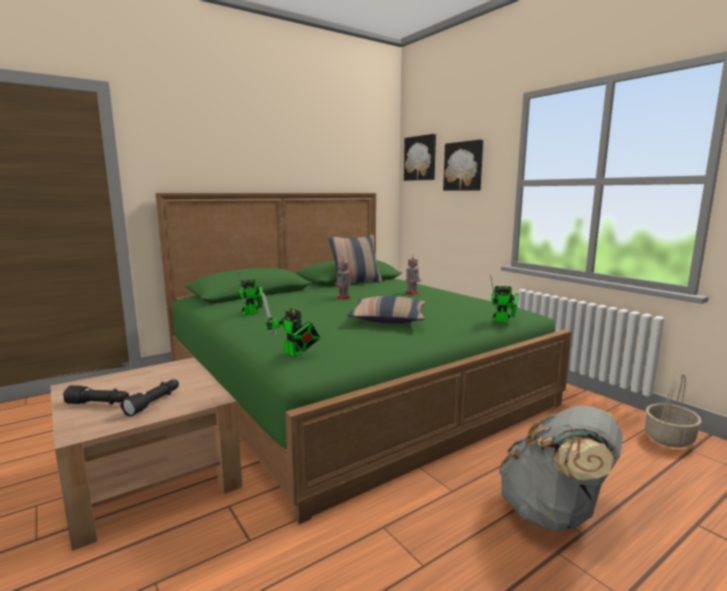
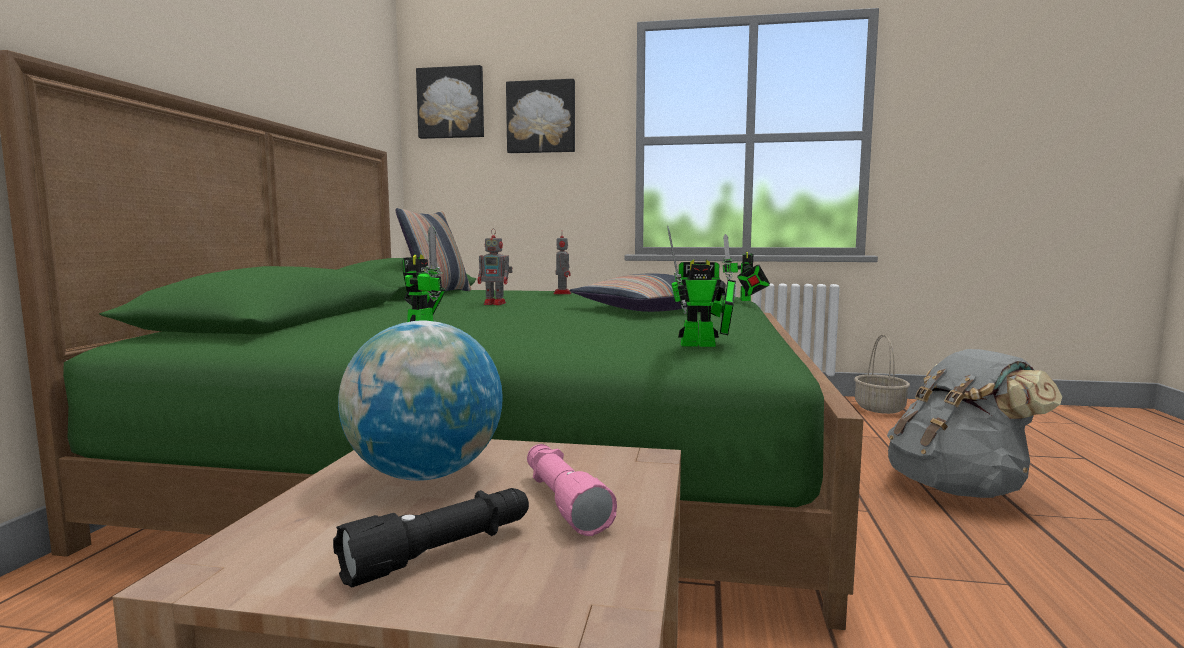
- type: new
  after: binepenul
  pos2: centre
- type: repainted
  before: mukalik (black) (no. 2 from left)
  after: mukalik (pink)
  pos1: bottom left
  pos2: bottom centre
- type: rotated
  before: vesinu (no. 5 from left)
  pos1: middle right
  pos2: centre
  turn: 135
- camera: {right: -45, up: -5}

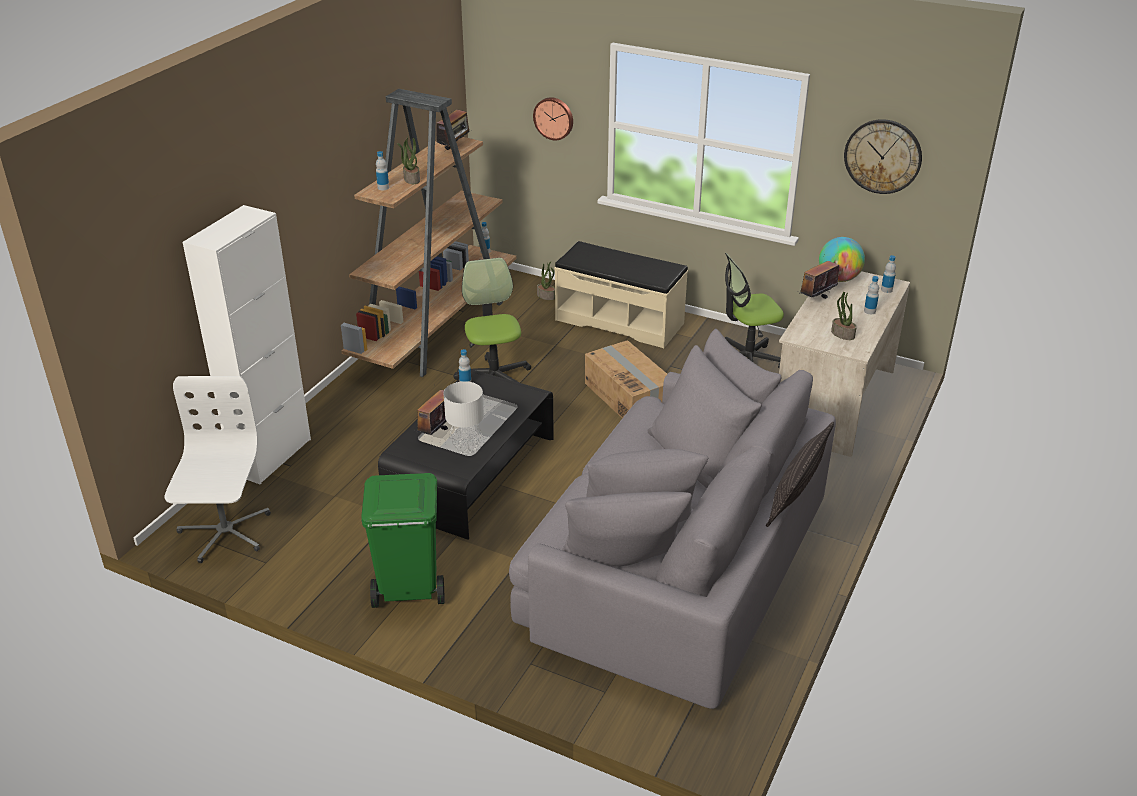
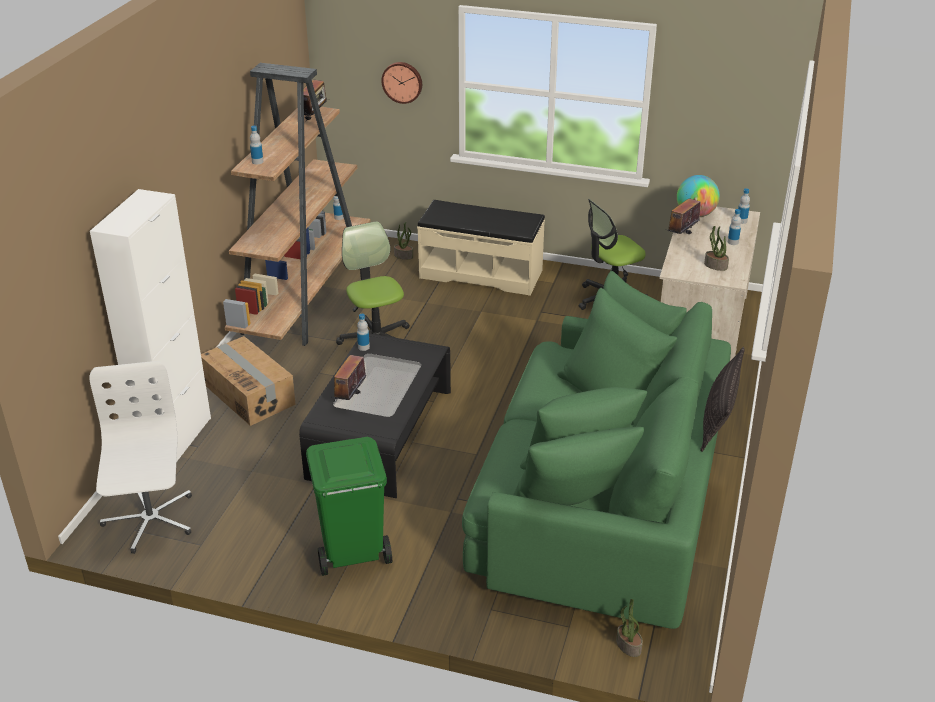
- type: gone
  before: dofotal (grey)
  pos1: centre
- type: gone
  before: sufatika (no. 2 from left)
  pos1: top right
- type: shifted
  before: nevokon (no. 1 from left in the first image)
  after: nevokon (no. 2 from left)
  pos1: top centre
  pos2: bottom right
- type: shifted
  before: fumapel
  pos1: centre
  pos2: middle left
- type: repainted
  before: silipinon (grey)
  after: silipinon (green)
  pos1: centre
  pos2: centre
- camera: {right: -10, up: 0}

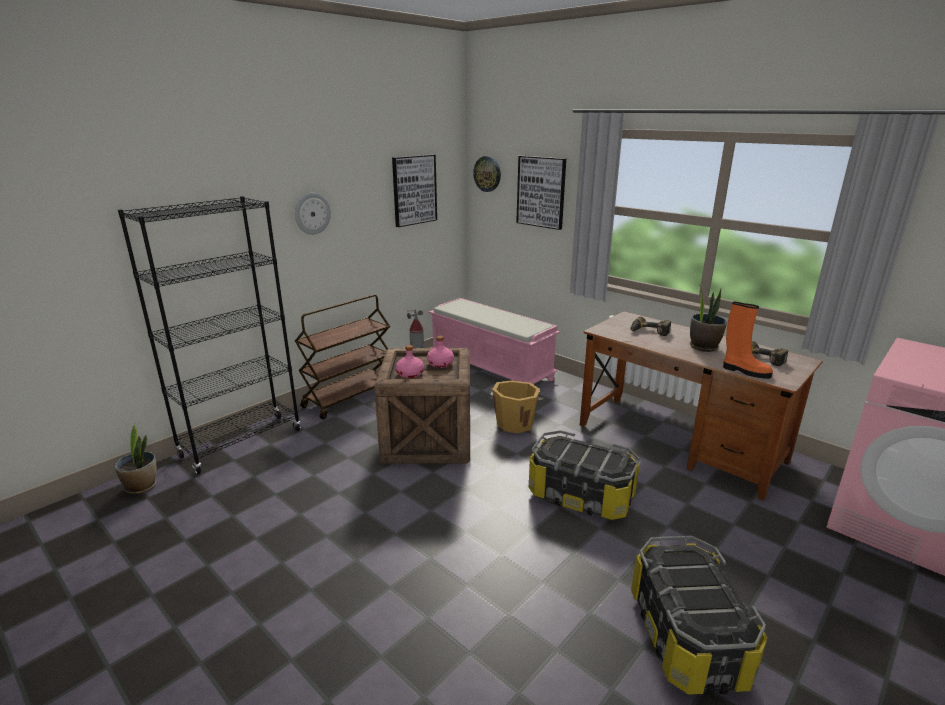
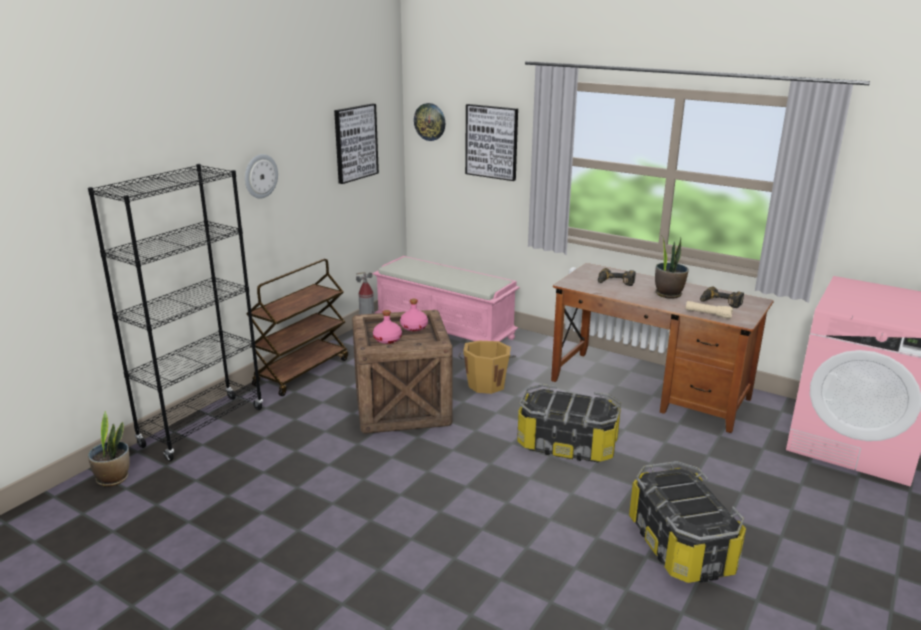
- type: swapped
  before: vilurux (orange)
  after: mukalik (beige)
  pos1: middle right
  pos2: middle right
- camera: {right: -10, up: 0}

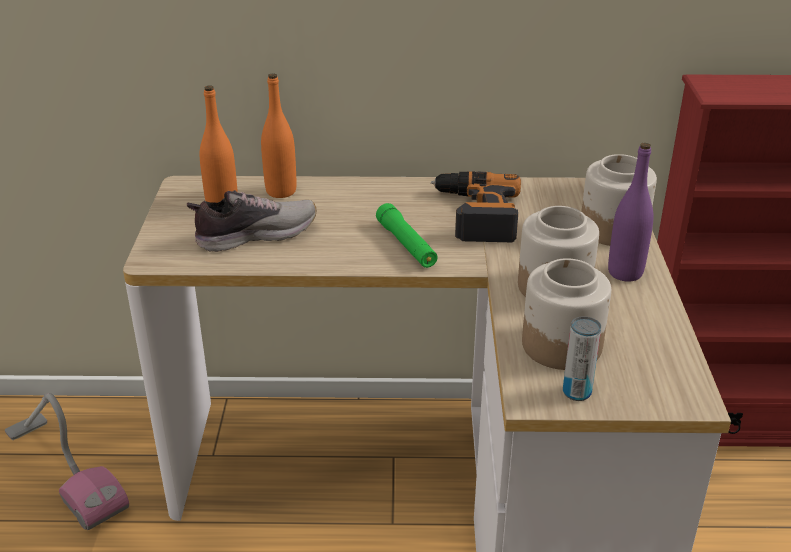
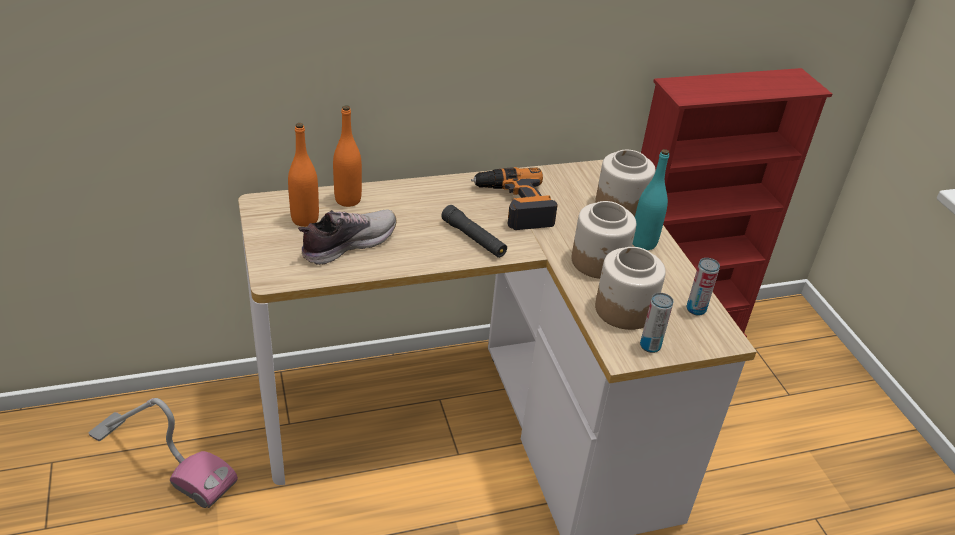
- type: new
  after: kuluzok (no. 2 from left)
  pos2: middle right
- type: repainted
  before: mukalik (green)
  after: mukalik (black)
  pos1: centre
  pos2: centre
- type: repainted
  before: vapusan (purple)
  after: vapusan (turquoise)
  pos1: middle right
  pos2: middle right
- camera: {right: -20, up: 5}

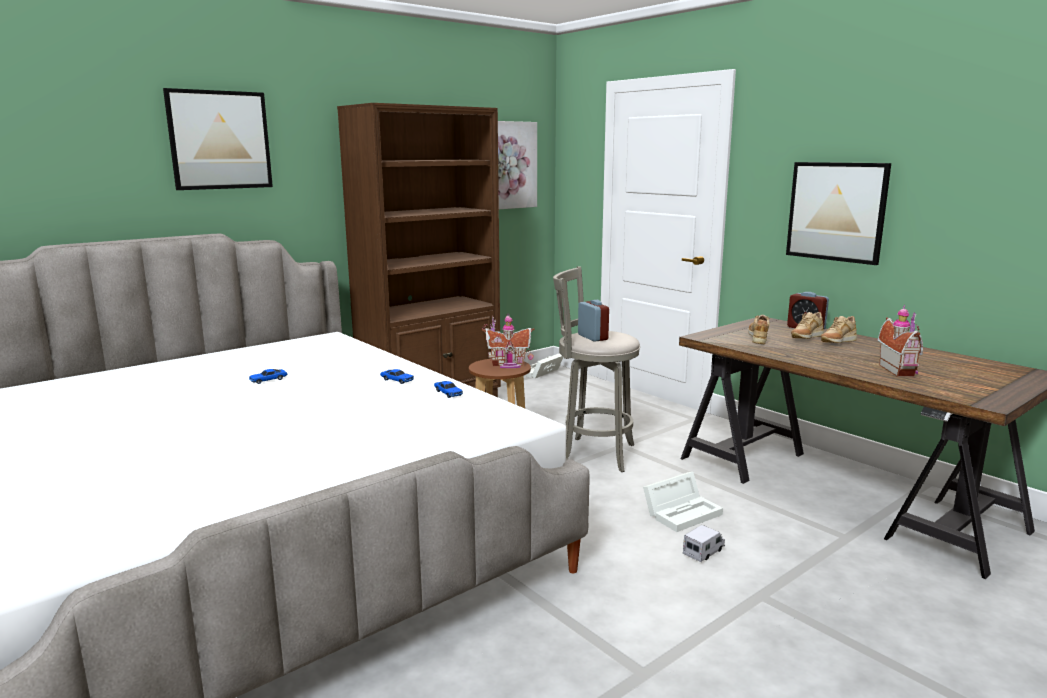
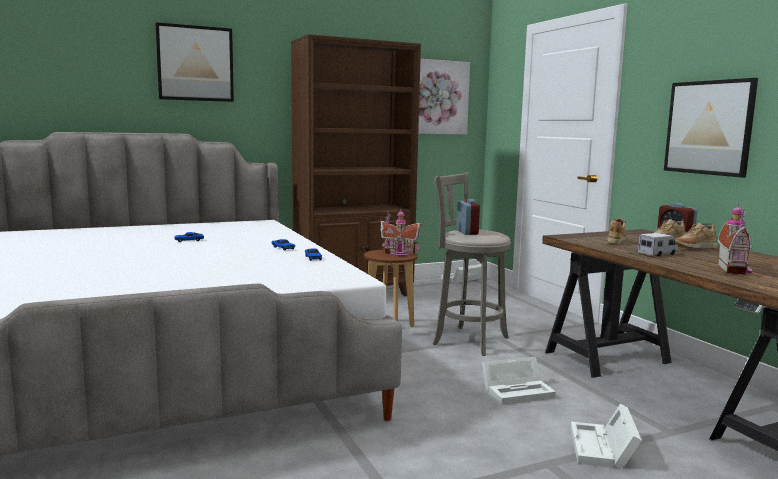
- type: new
  after: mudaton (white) (no. 3 from left)
  pos2: bottom right
- type: shifted
  before: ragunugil
  pos1: bottom right
  pos2: middle right
- camera: {right: 15, up: -5}

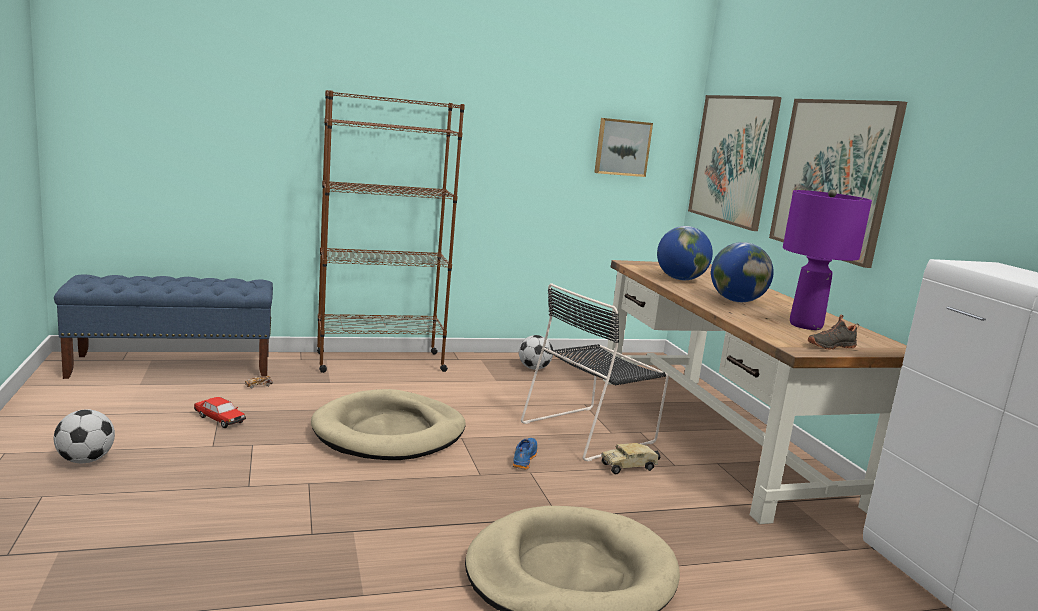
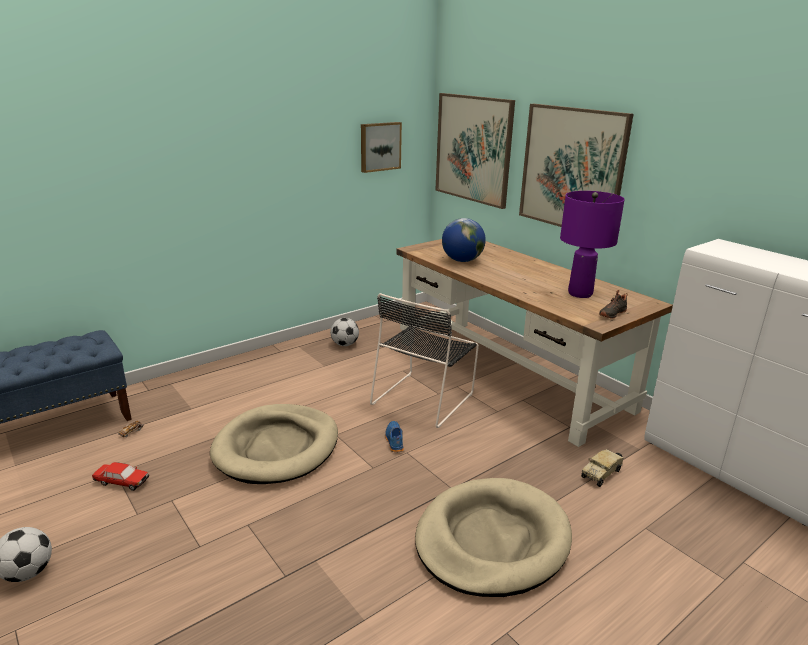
- type: gone
  before: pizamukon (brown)
  pos1: centre
- type: gone
  before: binepenul (no. 2 from left)
  pos1: middle right
- type: shifted
  before: ragunugil
  pos1: bottom centre
  pos2: bottom right
- camera: {right: -20, up: 10}

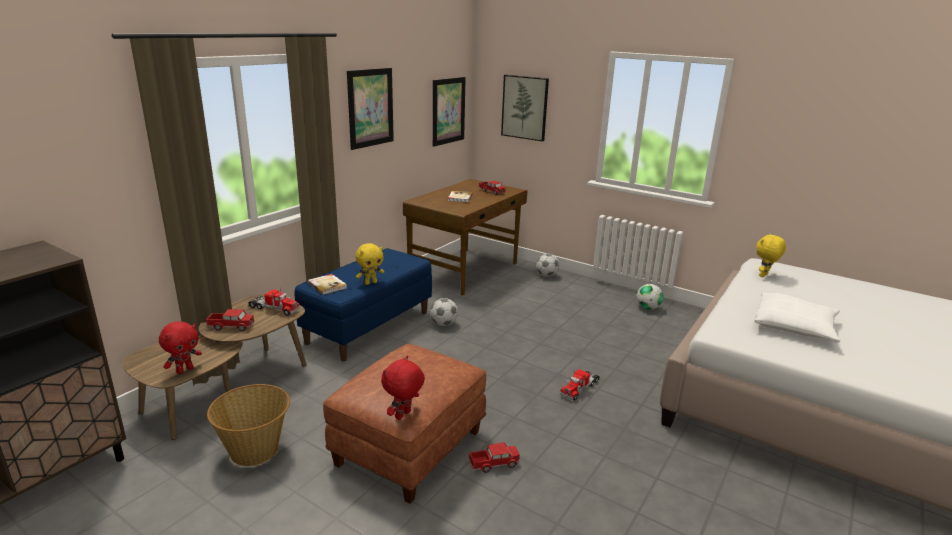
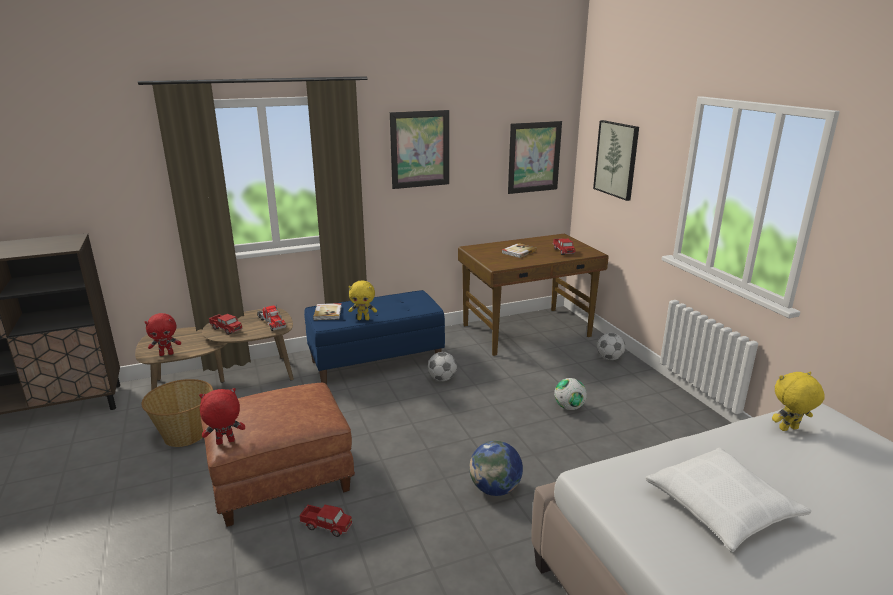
- type: shifted
  before: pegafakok (no. 3 from left in the first image)
  after: pegafakok (no. 2 from left)
  pos1: middle right
  pos2: centre
- type: swapped
  before: ragunugil (no. 5 from left)
  after: binepenul
  pos1: bottom centre
  pos2: bottom centre
- camera: {right: 35, up: 0}

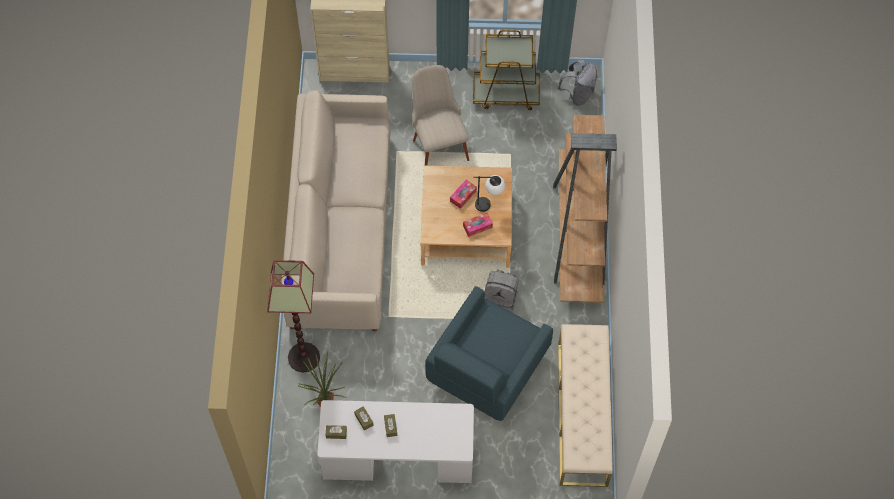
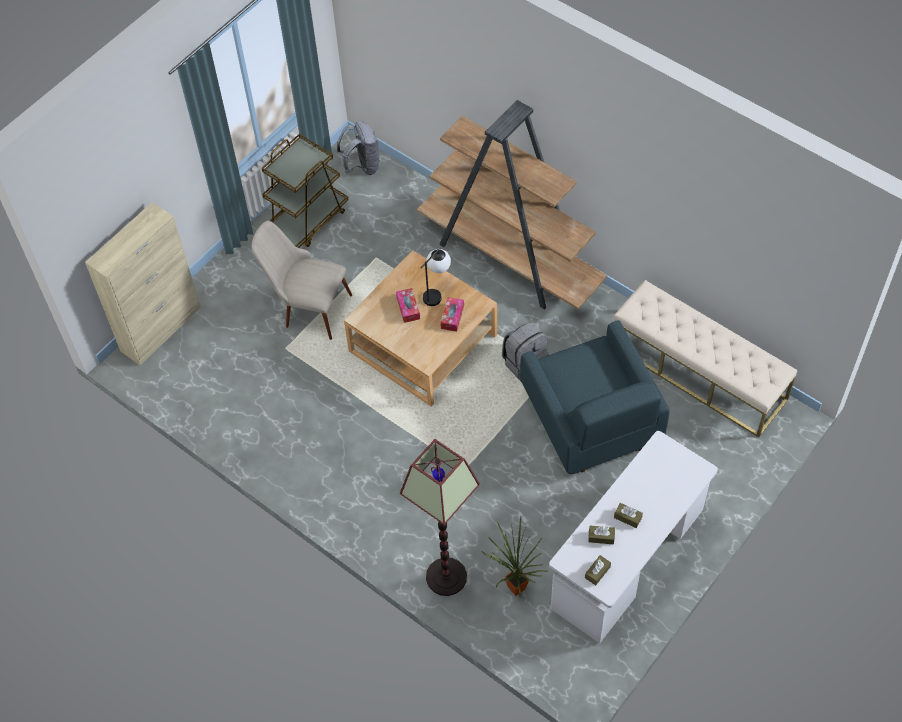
- type: gone
  before: silipinon (beige)
  pos1: centre
- camera: {right: -50, up: -5}

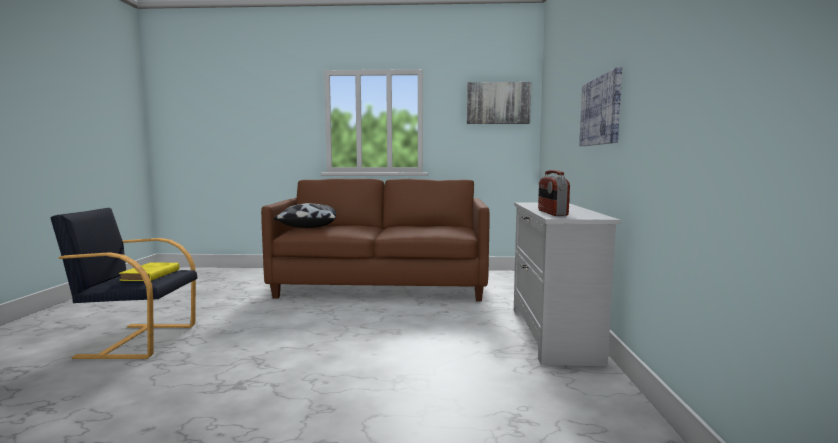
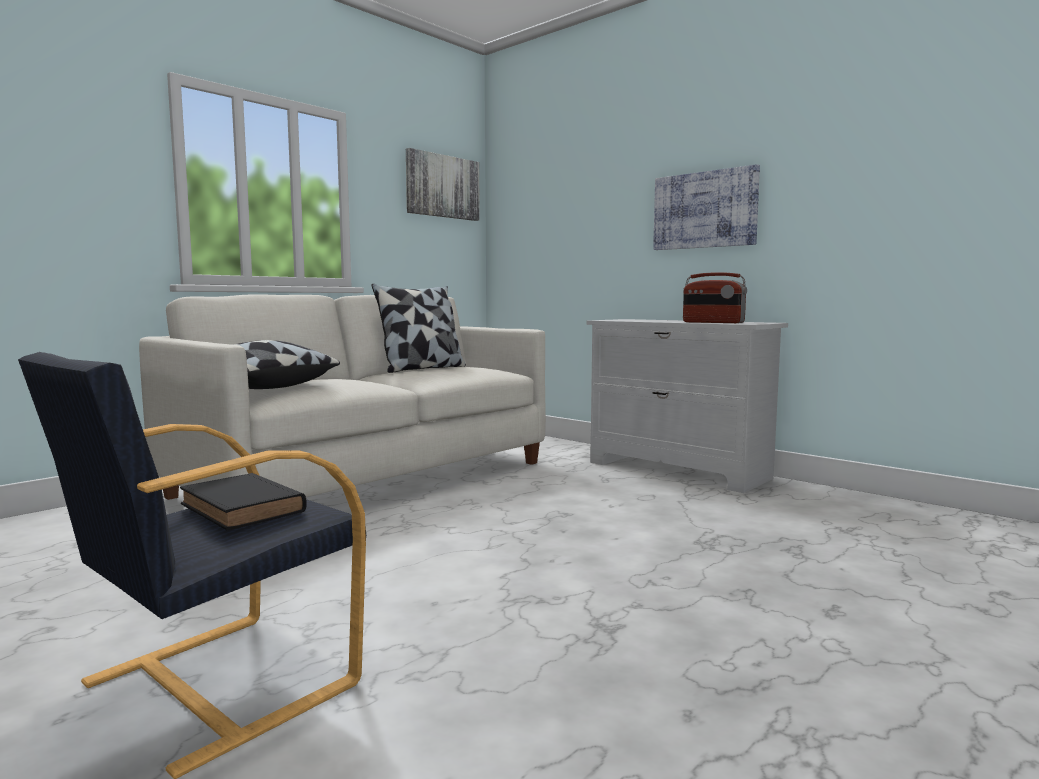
- type: new
  after: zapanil (no. 2 from left)
  pos2: centre
- type: repainted
  before: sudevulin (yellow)
  after: sudevulin (black)
  pos1: middle left
  pos2: middle left
- type: repainted
  before: silipinon (brown)
  after: silipinon (white)
  pos1: centre
  pos2: middle left
- camera: {right: -50, up: 0}

